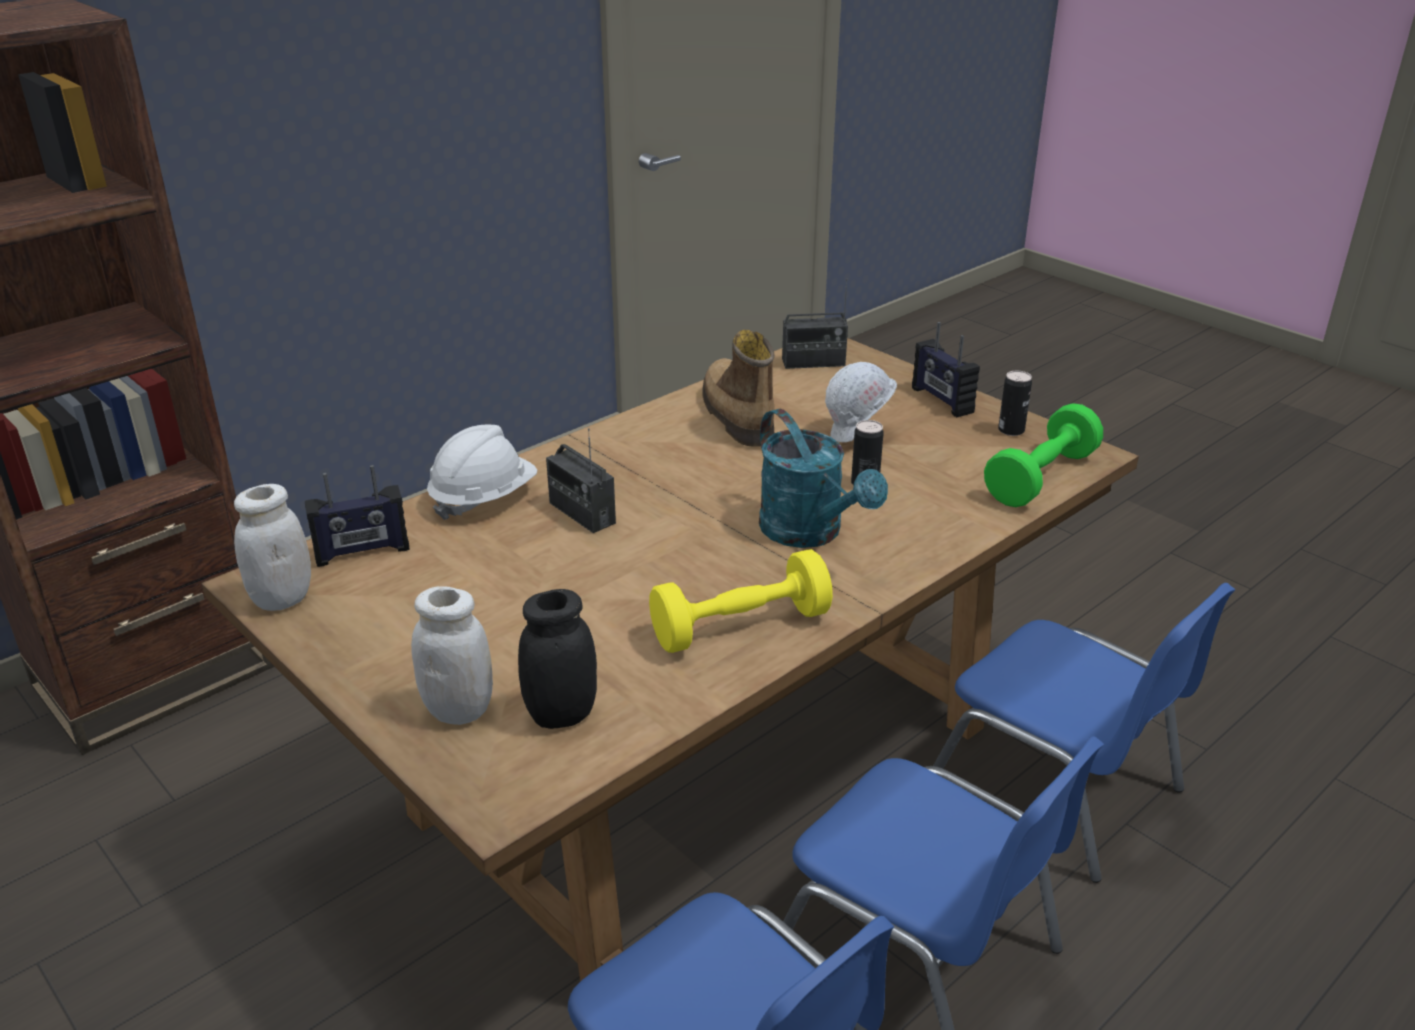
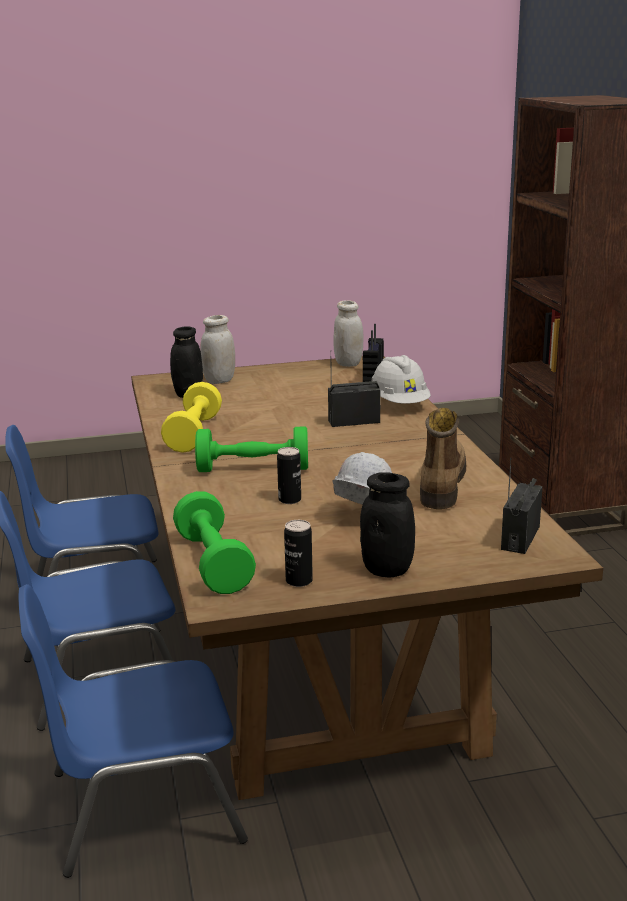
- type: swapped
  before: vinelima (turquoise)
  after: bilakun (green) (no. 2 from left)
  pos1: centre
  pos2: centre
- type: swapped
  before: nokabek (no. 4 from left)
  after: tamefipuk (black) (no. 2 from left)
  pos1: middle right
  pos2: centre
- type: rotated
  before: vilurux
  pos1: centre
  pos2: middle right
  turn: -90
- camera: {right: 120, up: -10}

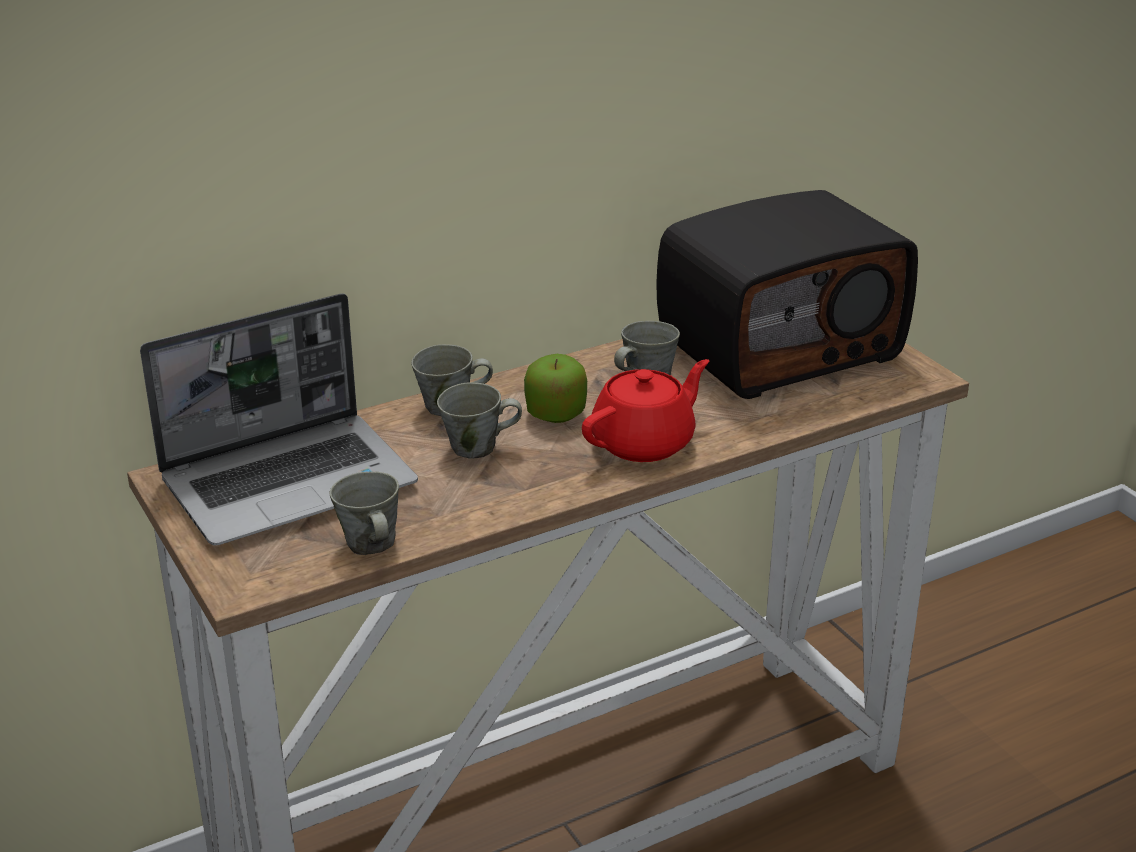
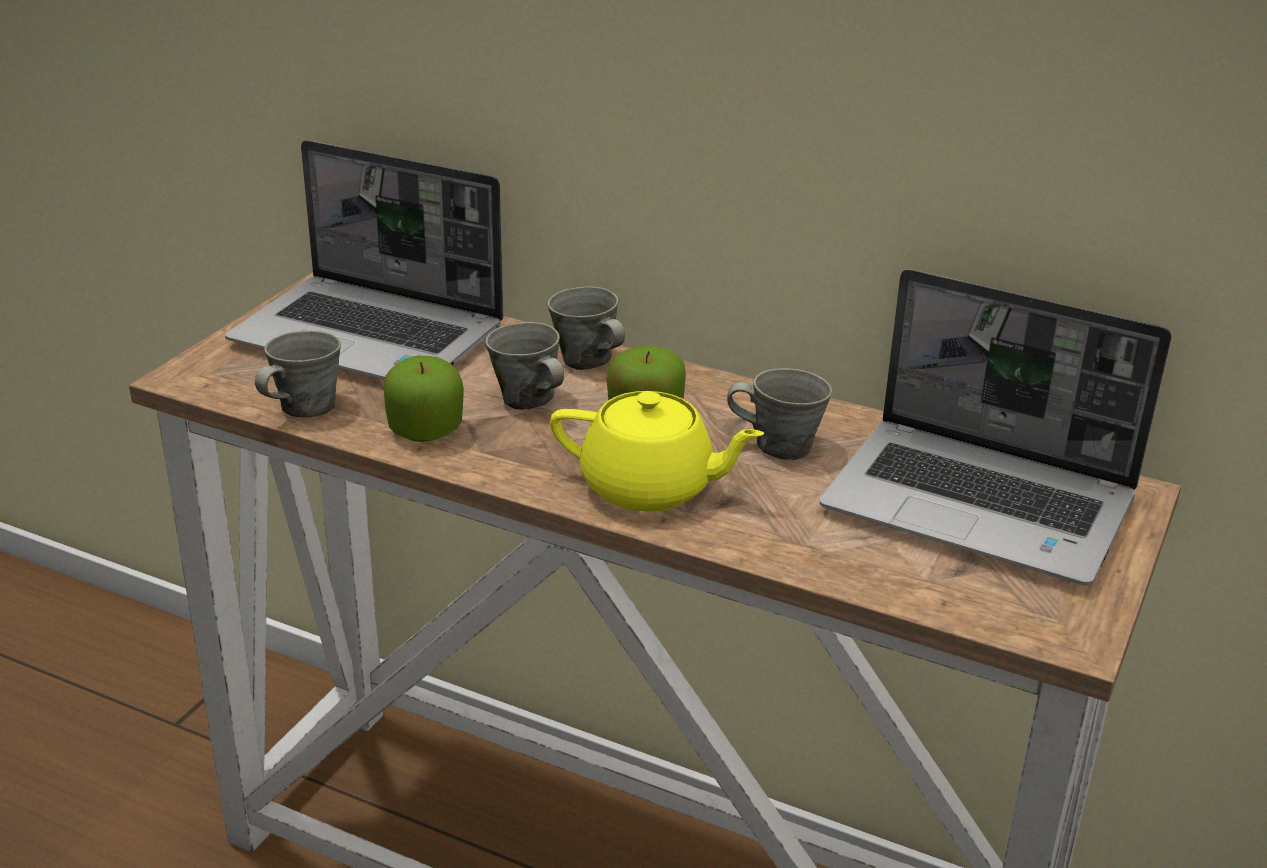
- type: new
  after: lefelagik (no. 1 from left)
  pos2: centre
- type: swapped
  before: nokabek
  after: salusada (no. 2 from left)
  pos1: middle right
  pos2: middle right
- type: repainted
  before: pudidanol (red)
  after: pudidanol (yellow)
  pos1: centre
  pos2: centre
- camera: {right: 55, up: 0}

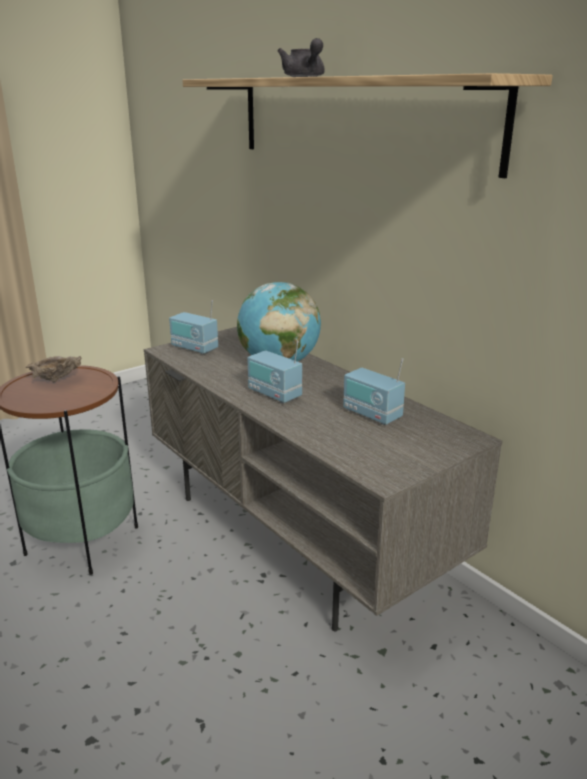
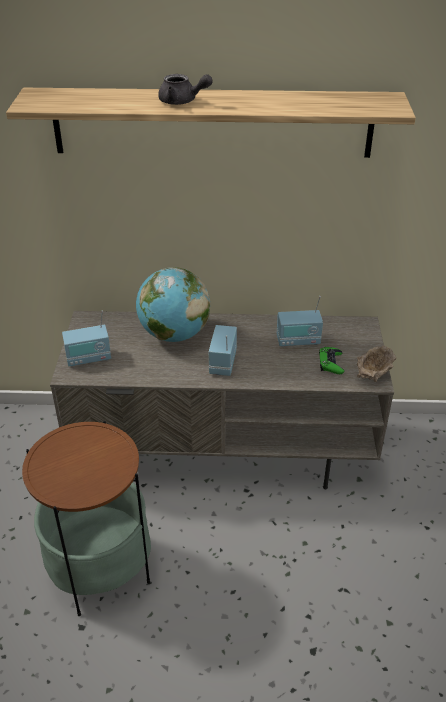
- type: new
  after: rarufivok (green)
  pos2: middle right
- type: shifted
  before: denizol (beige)
  pos1: middle left
  pos2: middle right
- type: rotated
  before: nokabek (no. 2 from left)
  pos1: centre
  pos2: centre
  turn: 105
- camera: {right: -50, up: 15}

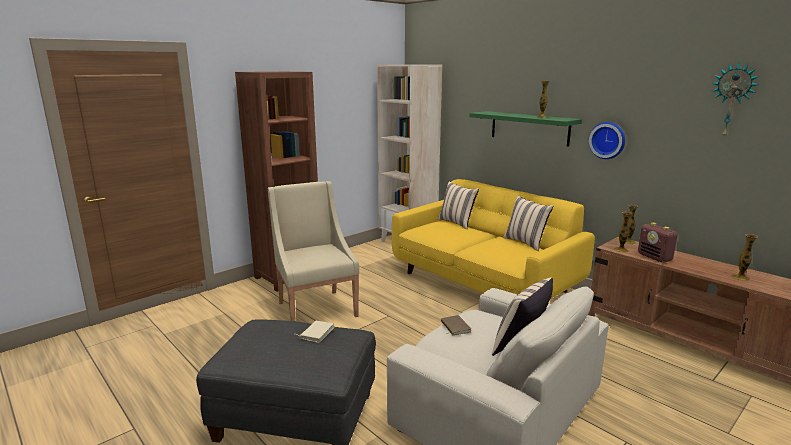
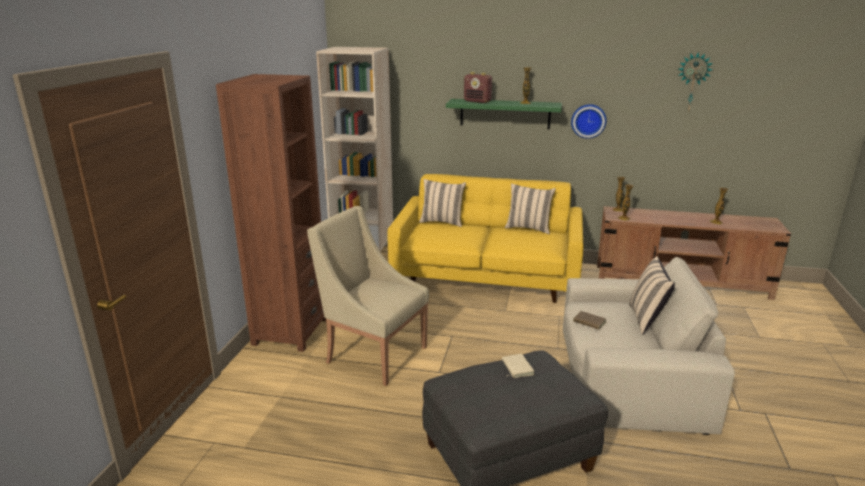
- type: shifted
  before: nokabek
  pos1: middle right
  pos2: top centre
- camera: {right: -35, up: 5}

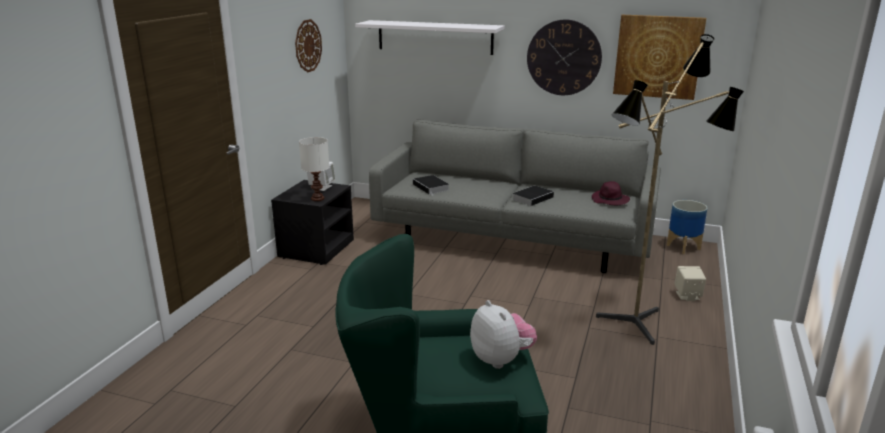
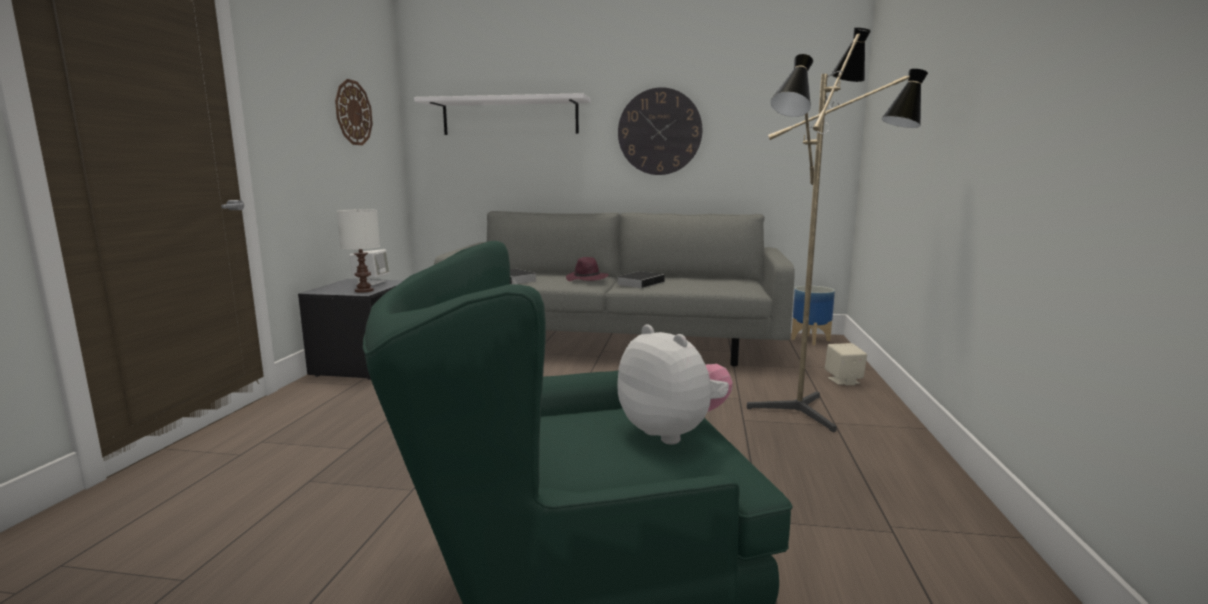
- type: gone
  before: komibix
  pos1: top right
- type: shifted
  before: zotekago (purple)
  pos1: middle right
  pos2: centre
- camera: {right: -10, up: -10}

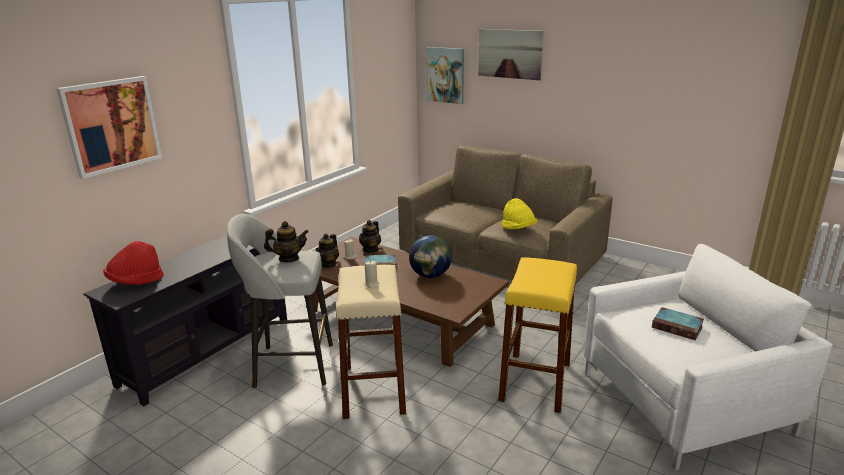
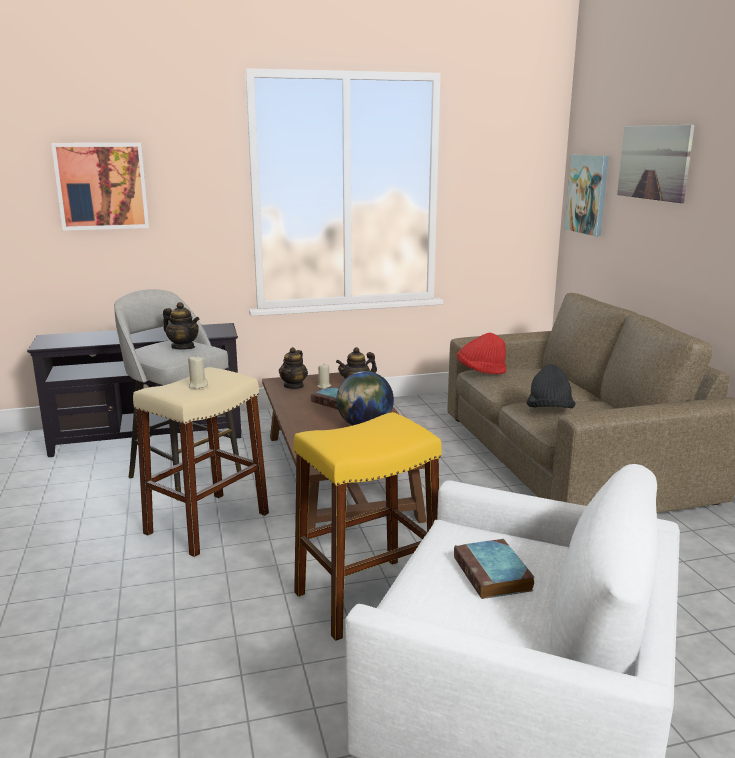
- type: shifted
  before: zotekago (red)
  pos1: middle left
  pos2: centre
- type: repainted
  before: zotekago (yellow)
  after: zotekago (black)
  pos1: centre
  pos2: middle right
- type: rotated
  before: pudidanol (no. 2 from left)
  pos1: centre
  pos2: centre
  turn: -45
- camera: {right: 40, up: -5}

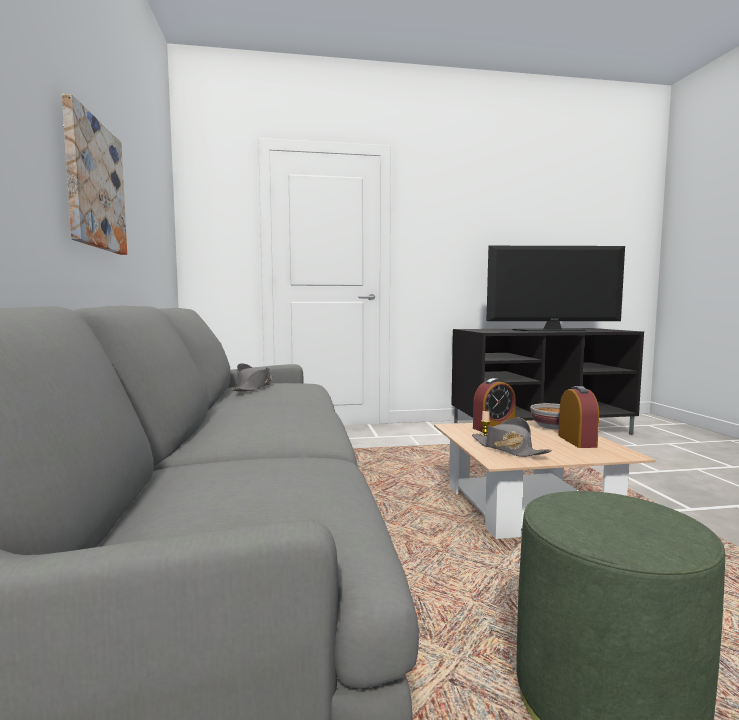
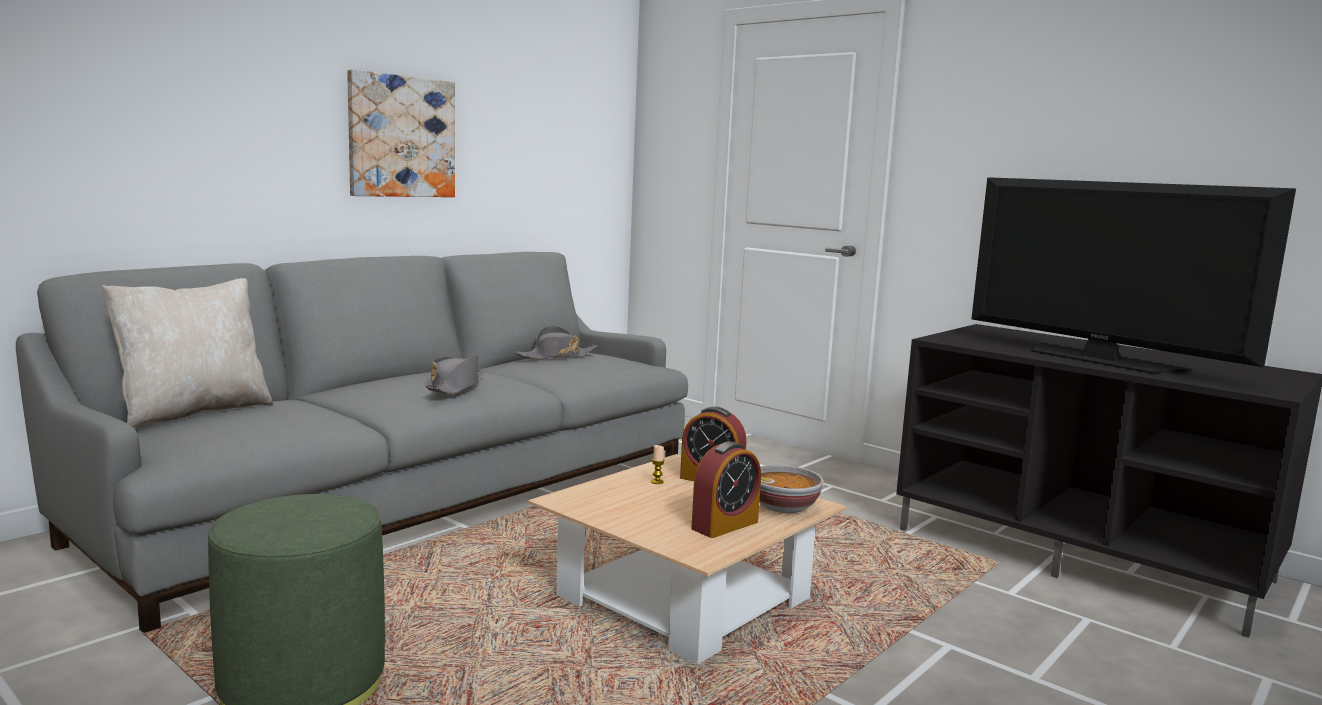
- type: new
  after: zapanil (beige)
  pos2: middle left
- type: shifted
  before: zotekago (grey) (no. 2 from left in the first image)
  after: zotekago (grey) (no. 1 from left)
  pos1: middle right
  pos2: centre
- camera: {right: 50, up: 5}

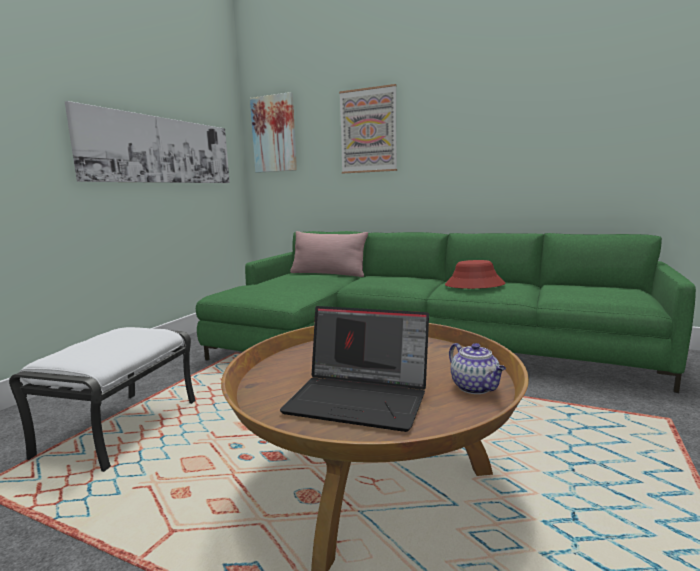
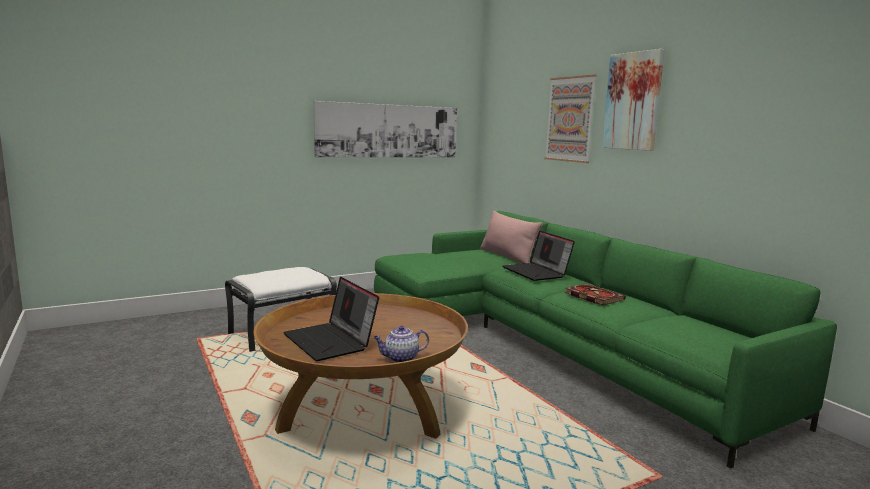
- type: new
  after: salusada (no. 2 from left)
  pos2: centre
- type: shifted
  before: komibix (no. 2 from left in the first image)
  after: komibix (no. 3 from left)
  pos1: top centre
  pos2: top right
- type: swapped
  before: zotekago (red)
  after: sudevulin
  pos1: middle right
  pos2: middle right
- type: rotated
  before: pudidanol
  pos1: middle right
  pos2: bottom centre
  turn: 60
- camera: {right: 35, up: 0}

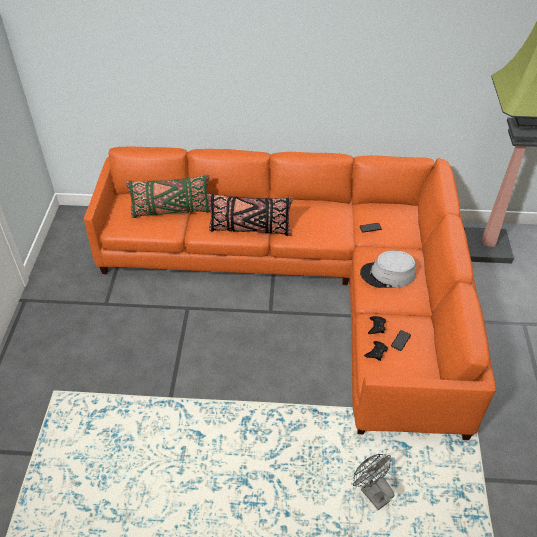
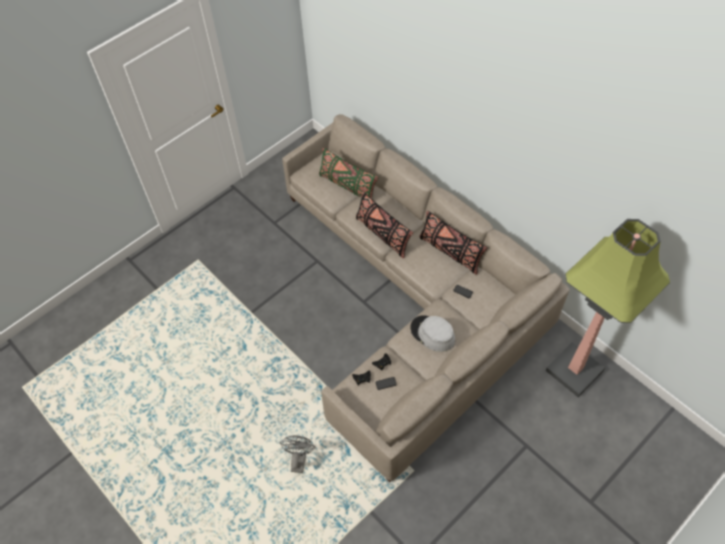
- type: new
  after: zapanil (black) (no. 2 from left)
  pos2: centre
- type: repainted
  before: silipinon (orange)
  after: silipinon (beige)
  pos1: centre
  pos2: centre
- camera: {right: 45, up: 10}

